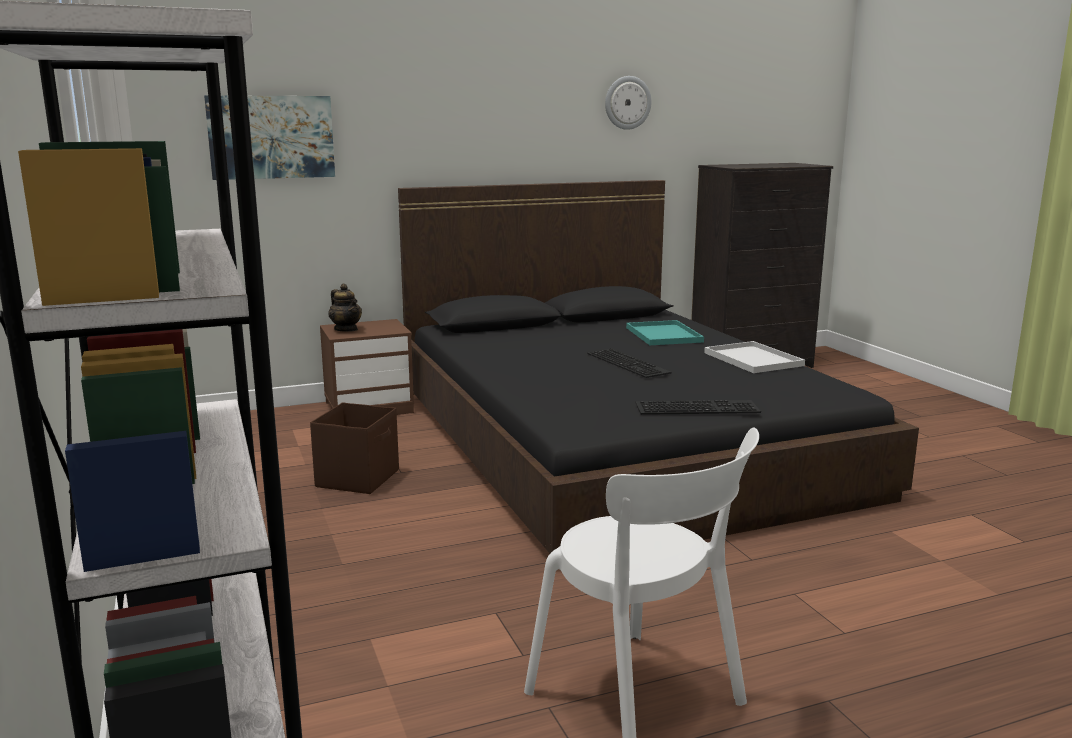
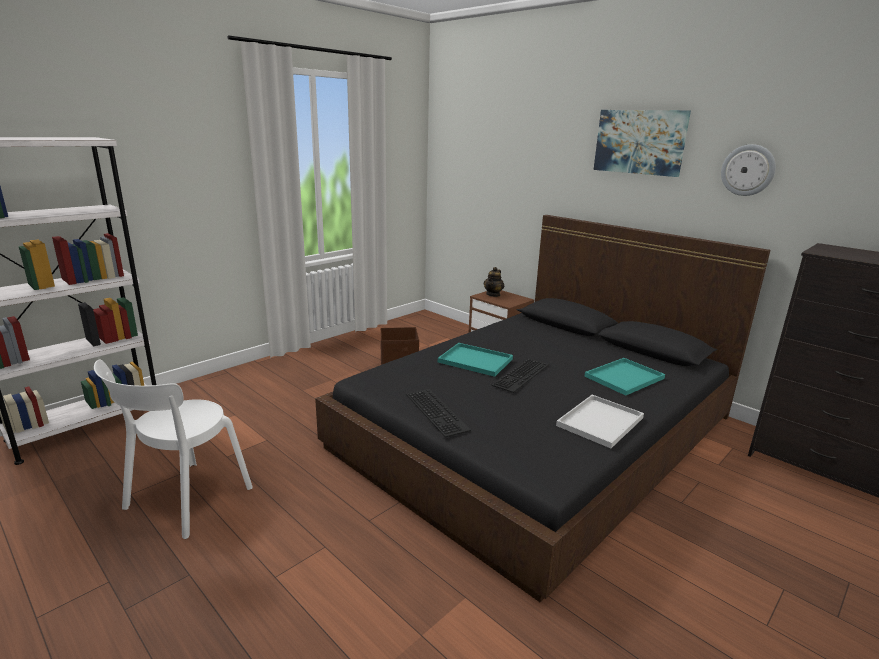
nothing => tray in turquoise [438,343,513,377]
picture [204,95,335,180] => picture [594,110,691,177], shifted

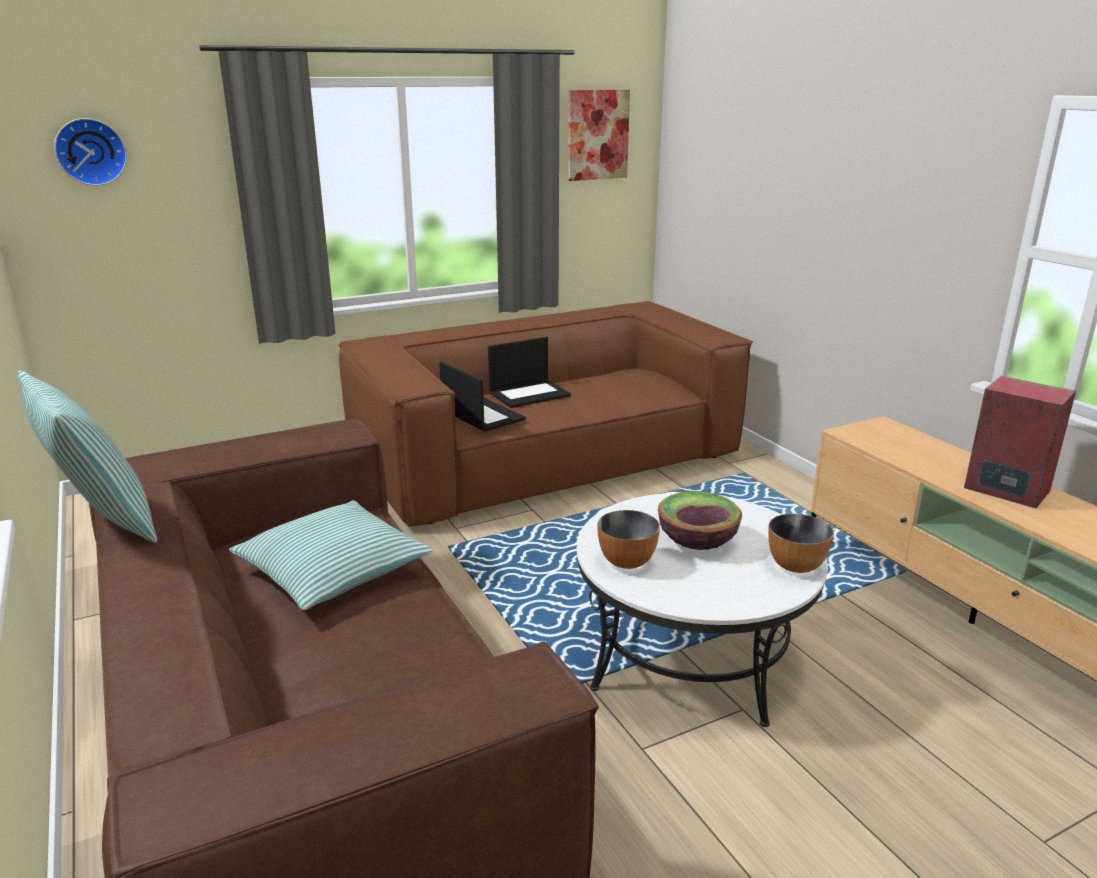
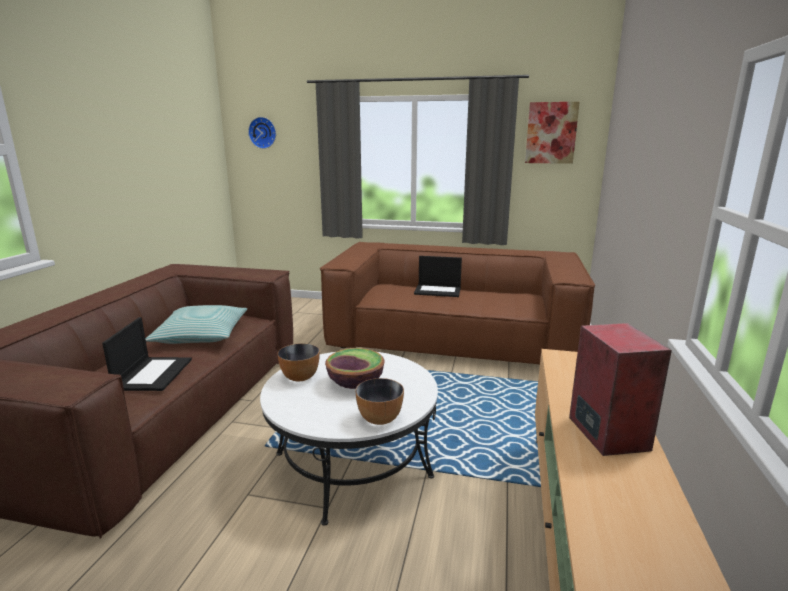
laptop [439,362,526,432] => laptop [102,317,192,391], shifted
pillow [18,370,157,543] => nothing

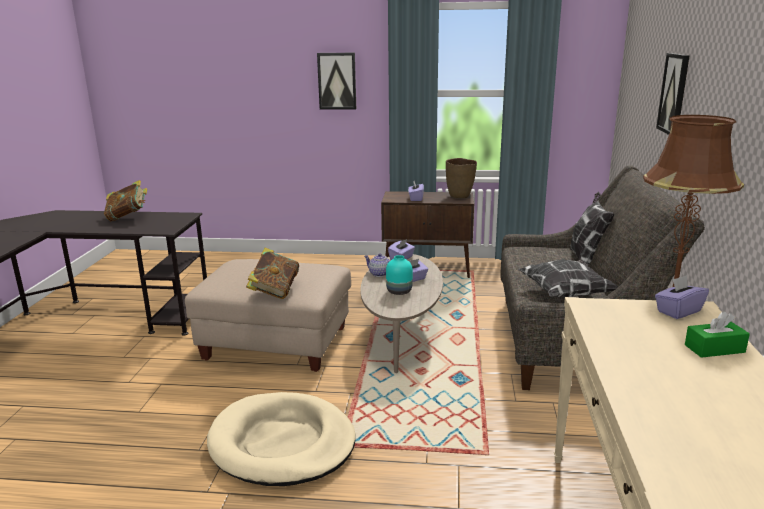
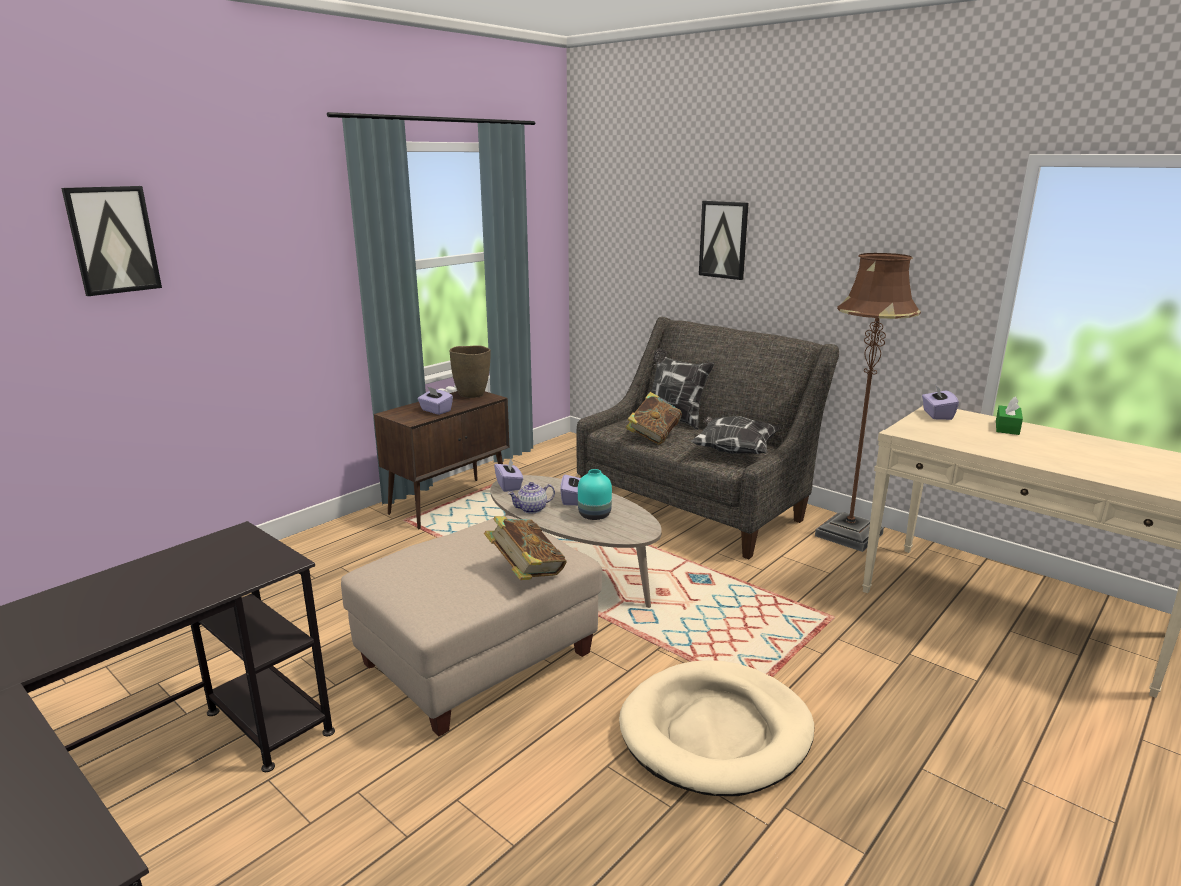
picture [317,53,356,109] => picture [61,186,162,296], shifted
book [104,180,148,221] => book [626,392,682,445], shifted

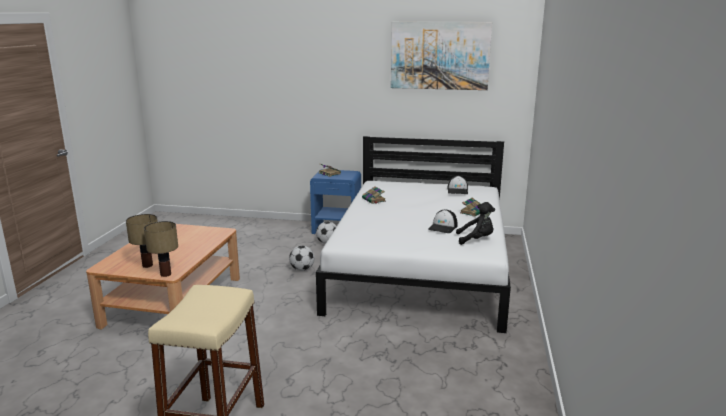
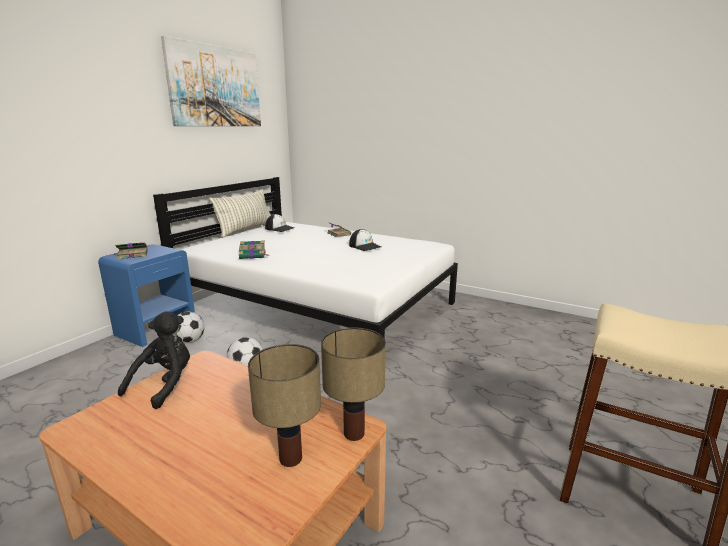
plush toy in black [456,202,495,245] => plush toy in black [118,311,190,409], shifted
nothing => pillow [209,189,271,238]

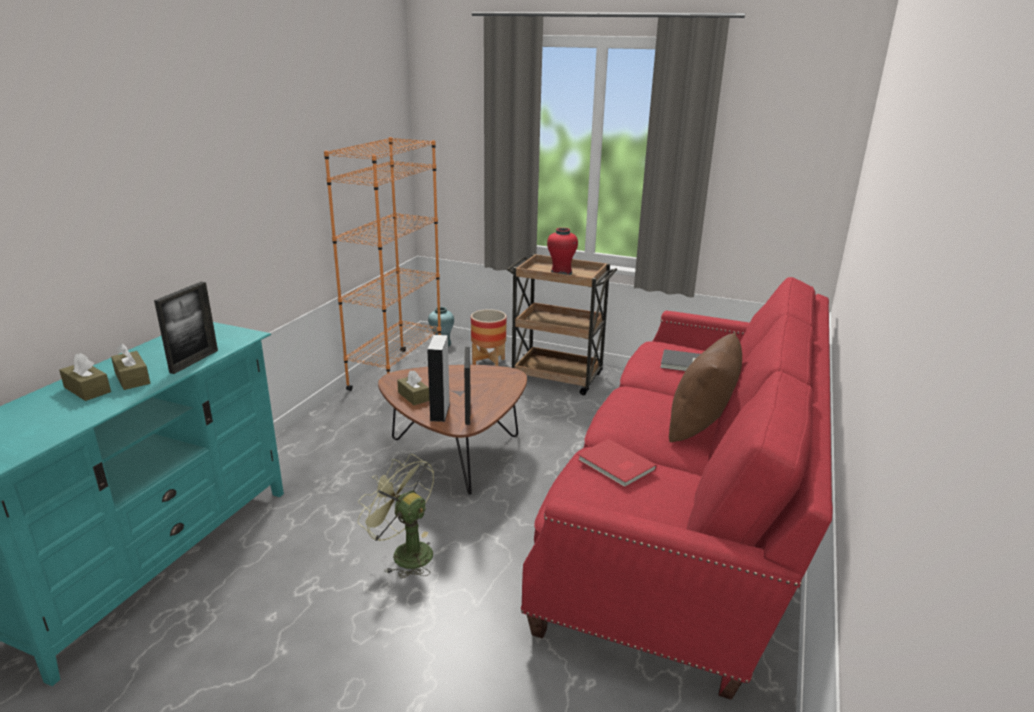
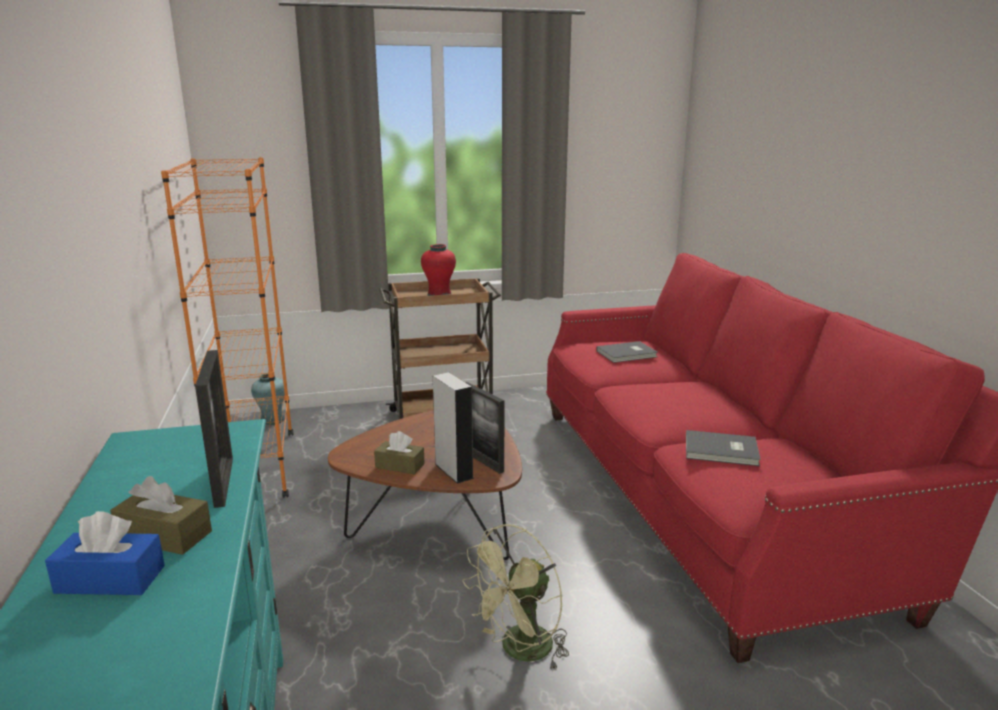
tissue box in brown [59,353,111,401] => tissue box in blue [45,511,165,595]
fan in green [357,454,434,578] => fan in green [462,524,569,671], 45 degrees counterclockwise
book in red [577,439,657,488] => book in grey [686,430,761,466]
planter [471,309,507,366] => nothing
pillow in brown [669,332,742,442] => nothing

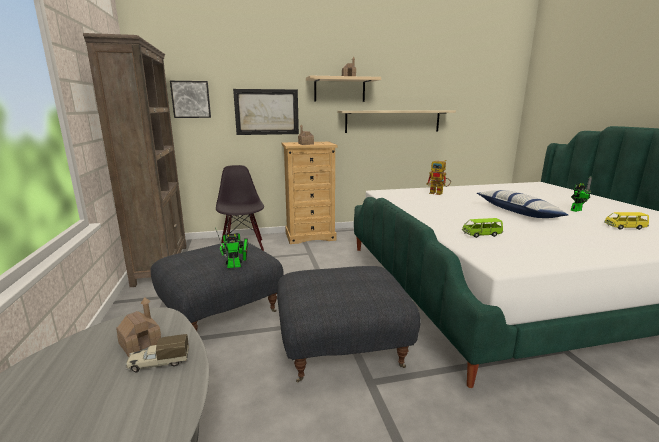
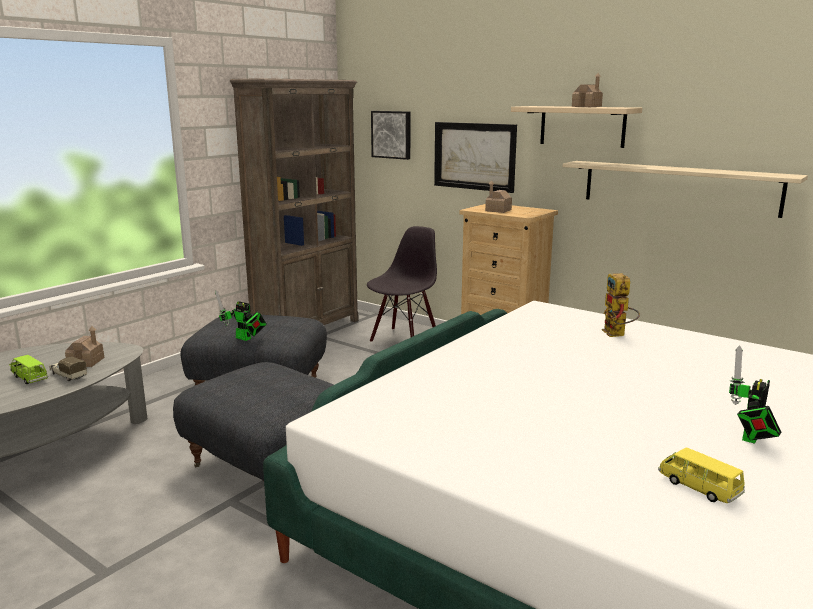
toy car in green [462,218,503,238] => toy car in green [9,355,48,384], shifted
toy robot [570,176,592,212] => toy robot [729,345,782,444], 105 degrees clockwise
pillow [477,190,568,218] => nothing

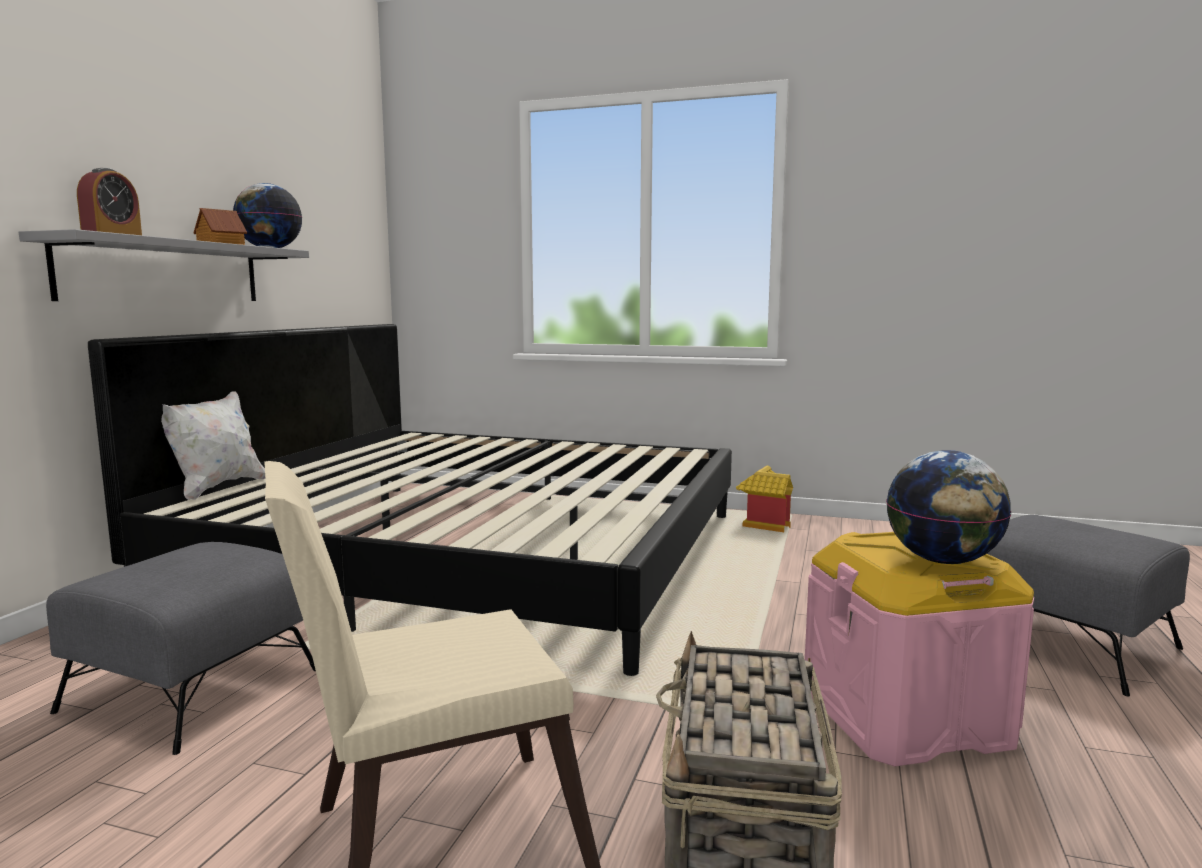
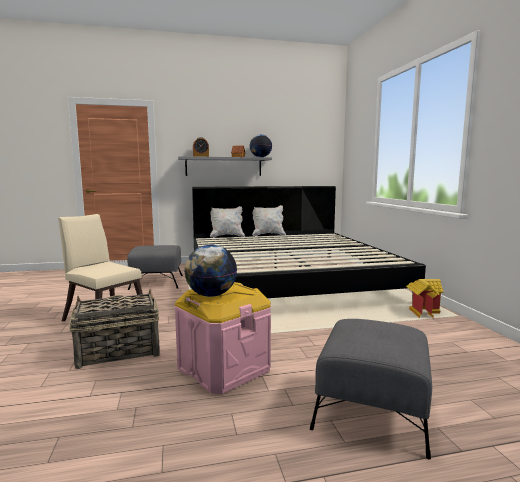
nothing => pillow in white [252,205,286,236]

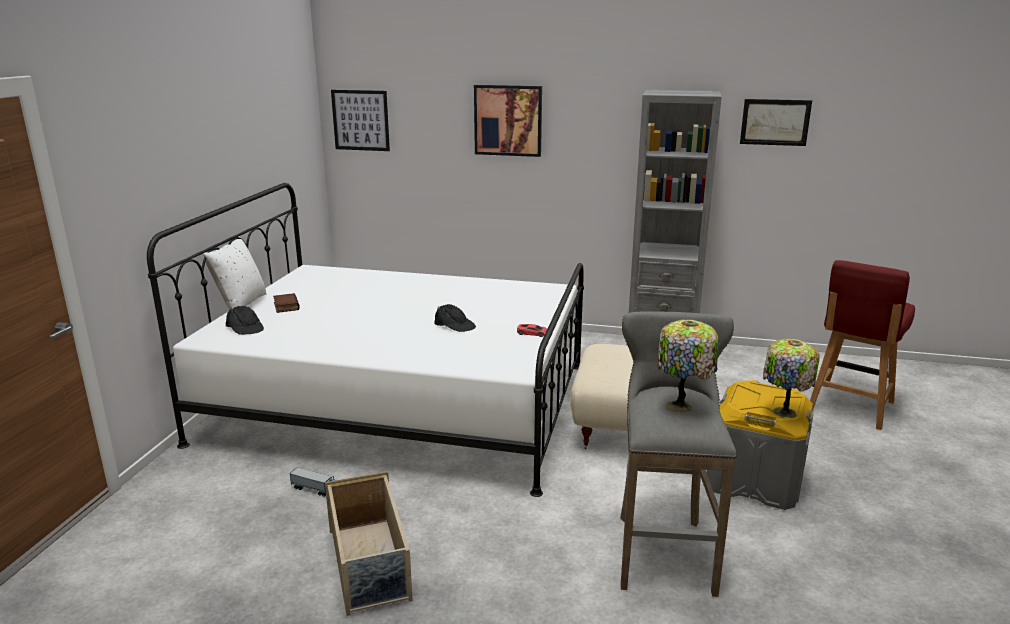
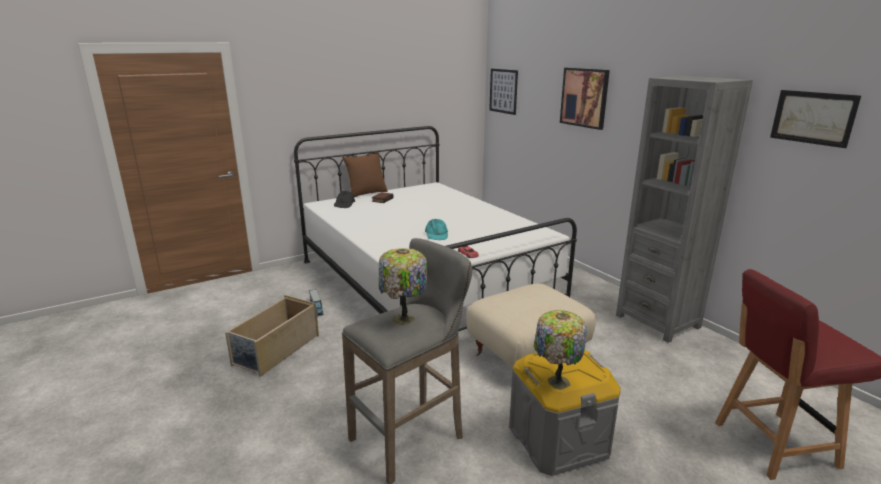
pillow in white [203,236,267,310] => pillow in brown [342,152,388,197]
cap in black [434,304,476,332] => cap in turquoise [425,219,448,240]

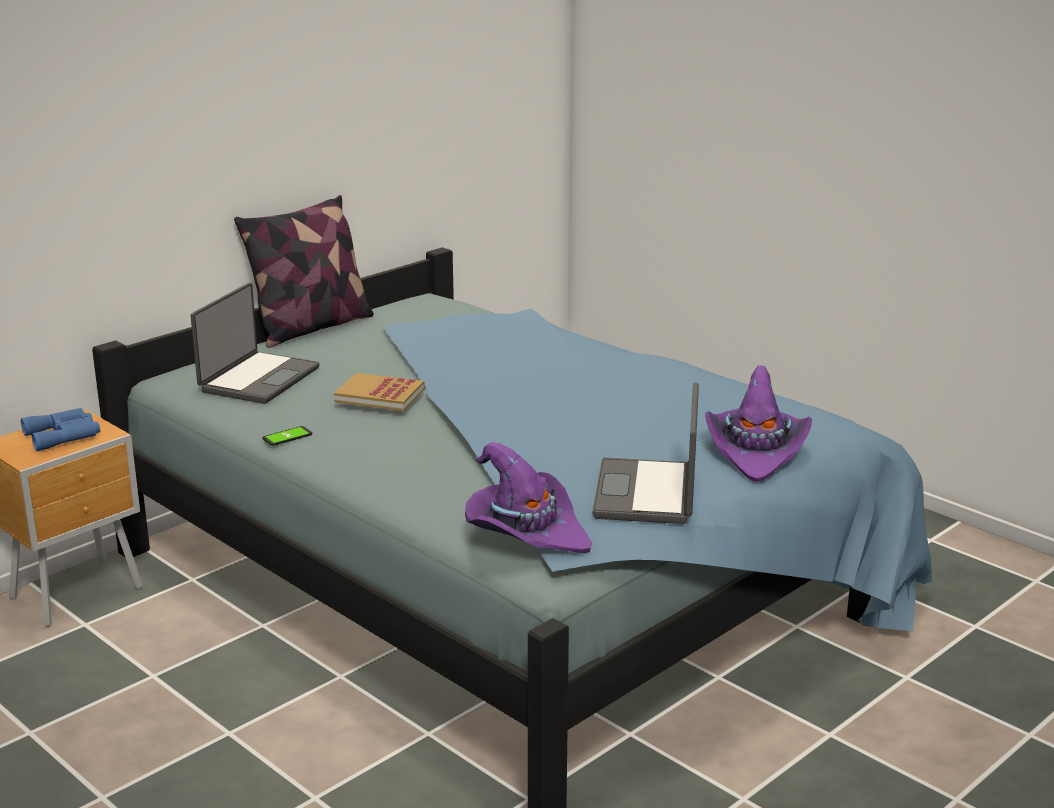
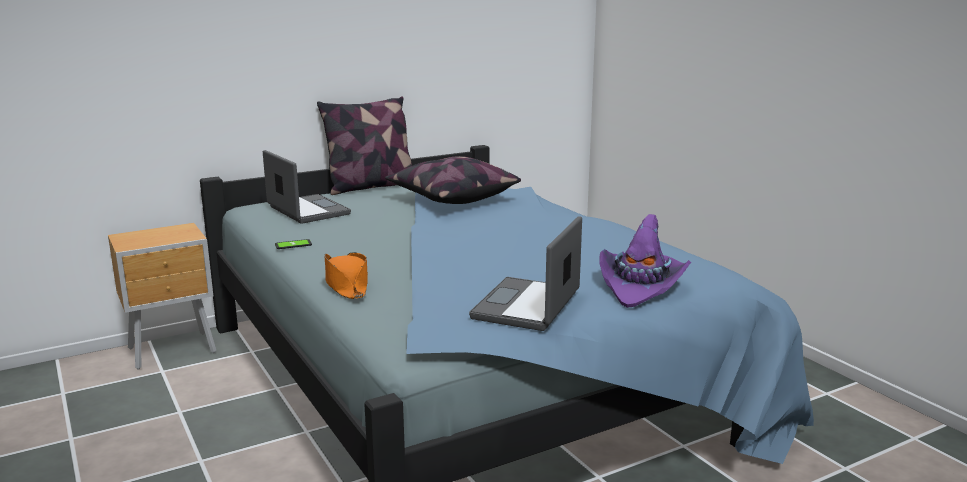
laptop [191,283,320,404] => laptop [263,150,351,224], 75 degrees counterclockwise
nothing => hat in orange [324,252,368,299]
nothing => pillow [385,156,521,204]
binoculars in blue [21,408,100,451] => nothing
book [334,373,425,411] => nothing
hat in purple [465,442,592,553] => nothing

